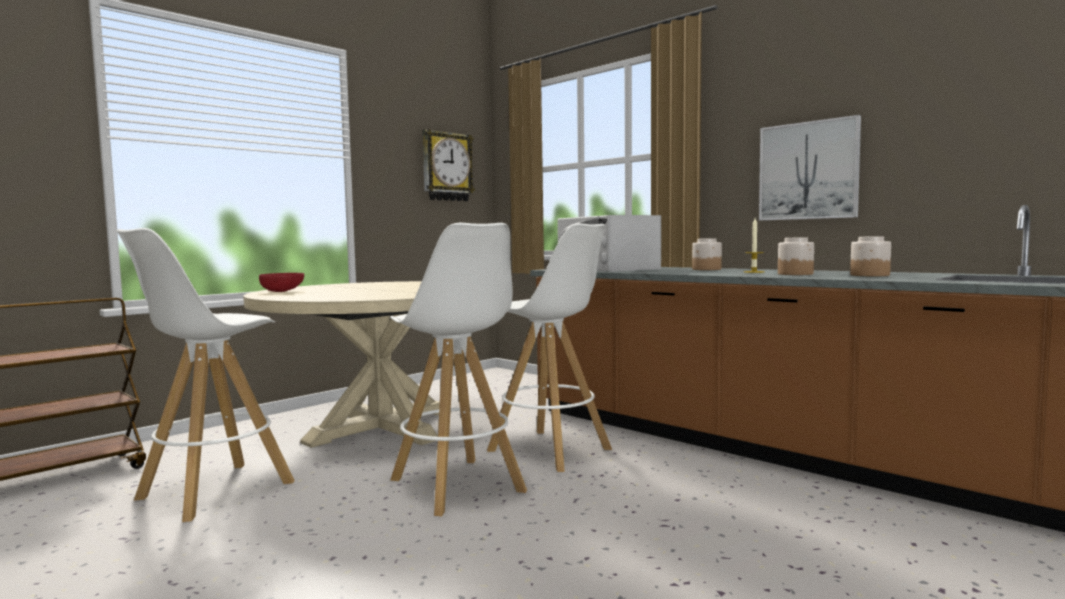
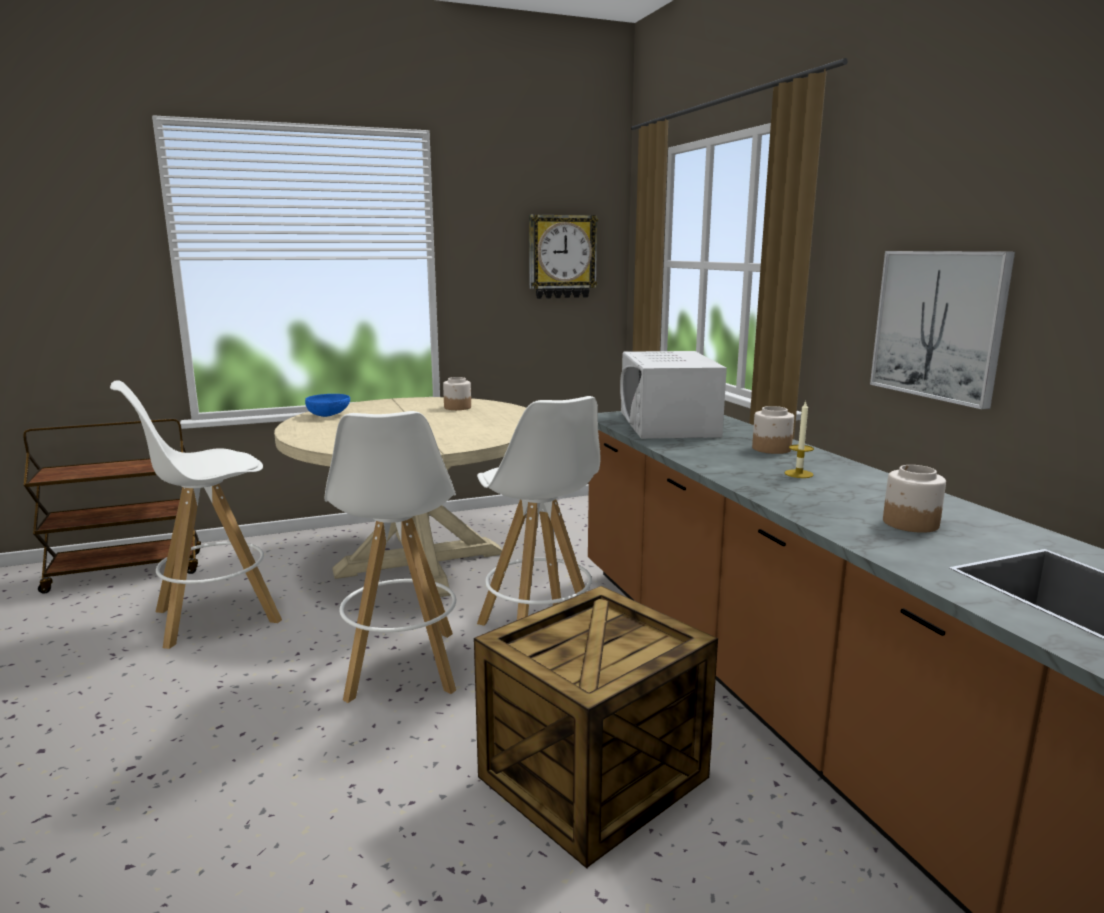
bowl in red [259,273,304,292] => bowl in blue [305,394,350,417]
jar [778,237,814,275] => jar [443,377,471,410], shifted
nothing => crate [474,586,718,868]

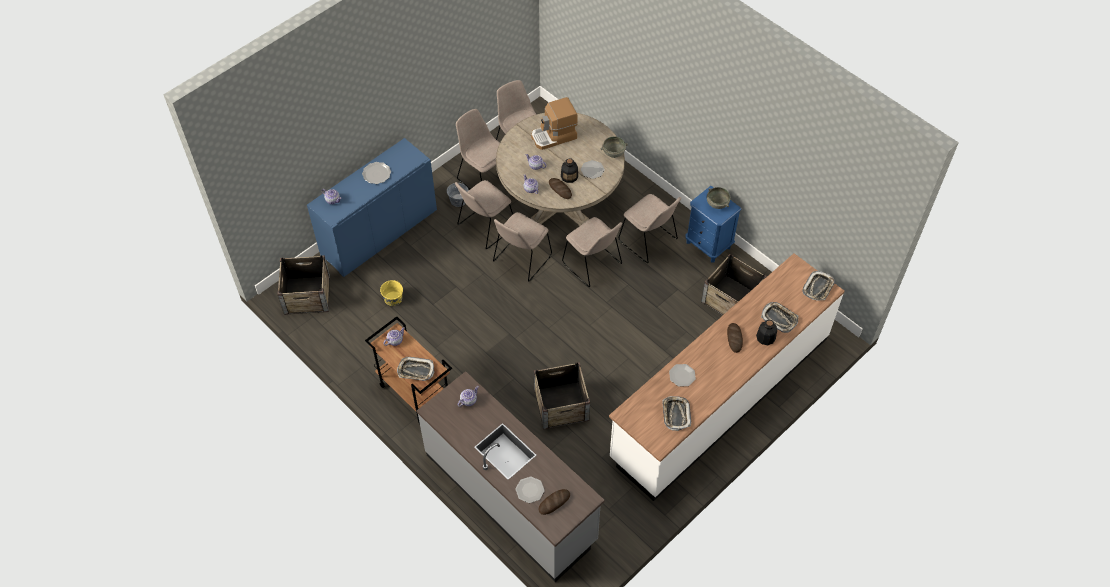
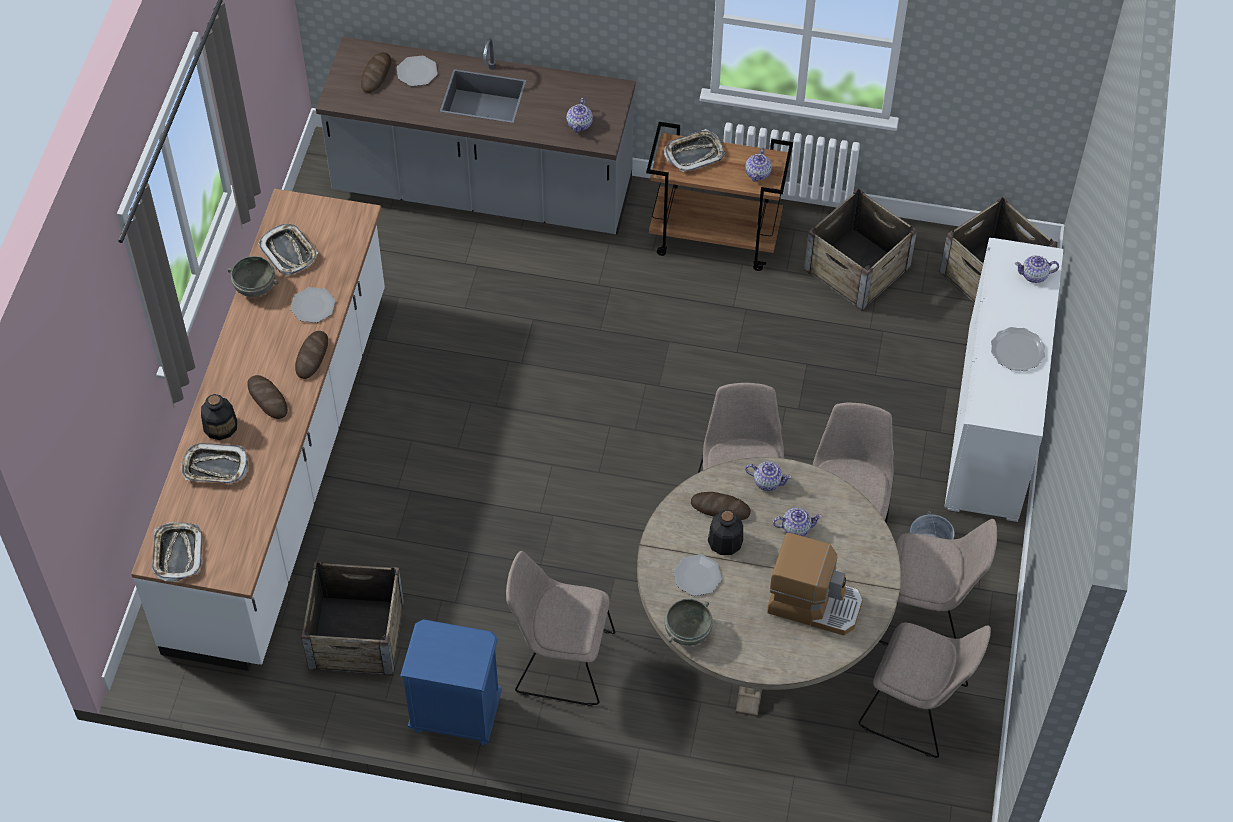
bowl in grey [707,187,731,209] => bowl in grey [228,256,279,297], shifted
nothing => bread [295,331,328,379]
coffee machine [531,97,578,150] => coffee machine [767,533,863,635], 75 degrees clockwise
crate [534,362,590,429] => crate [804,189,917,311], shifted
cabinet in blue [307,138,437,277] => cabinet in white [944,238,1064,522]
bucket in yellow [380,280,403,306] => nothing
chair in beige [562,217,622,287] => nothing

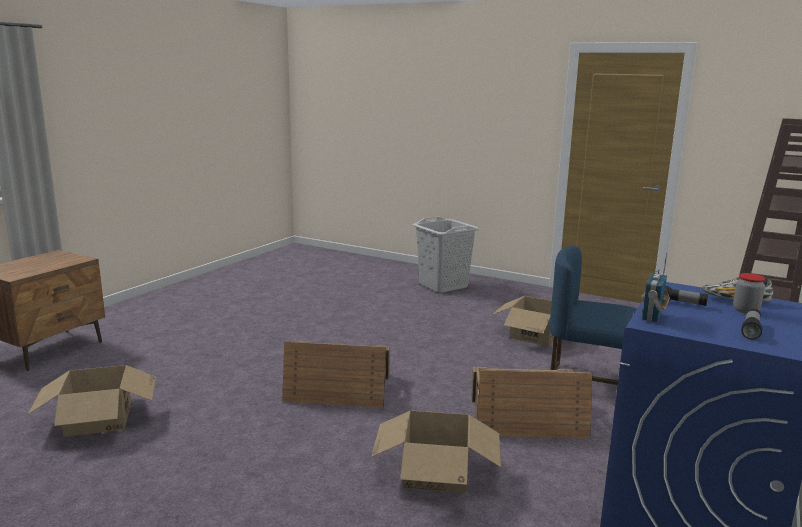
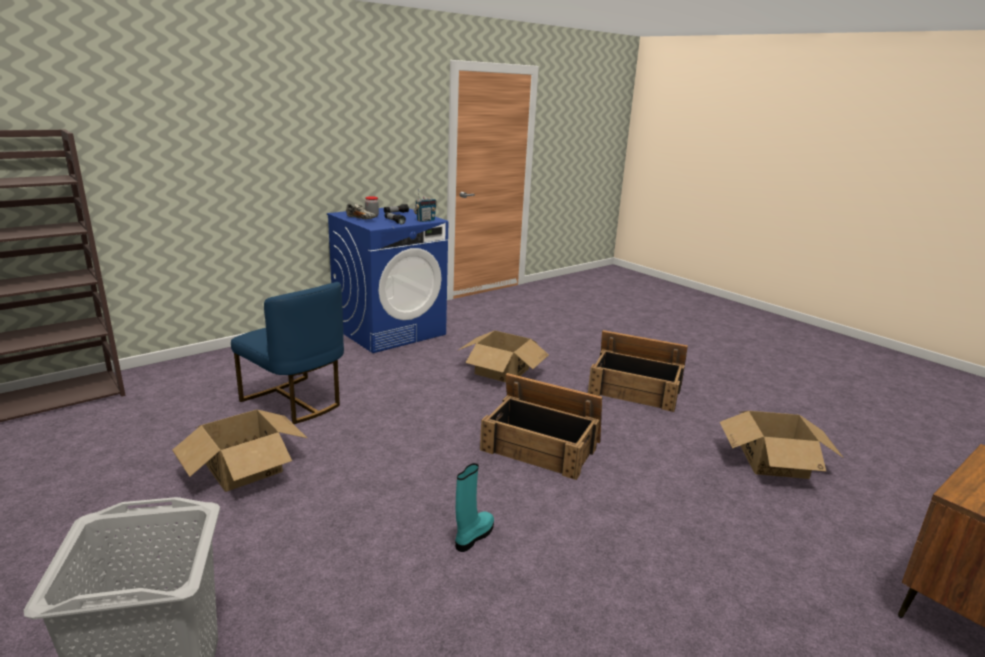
nothing => boot in turquoise [455,463,494,552]
crate [471,367,592,439] => crate [588,330,688,412], shifted

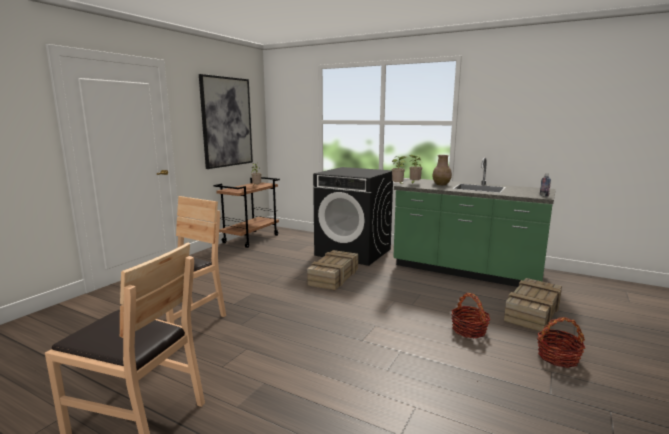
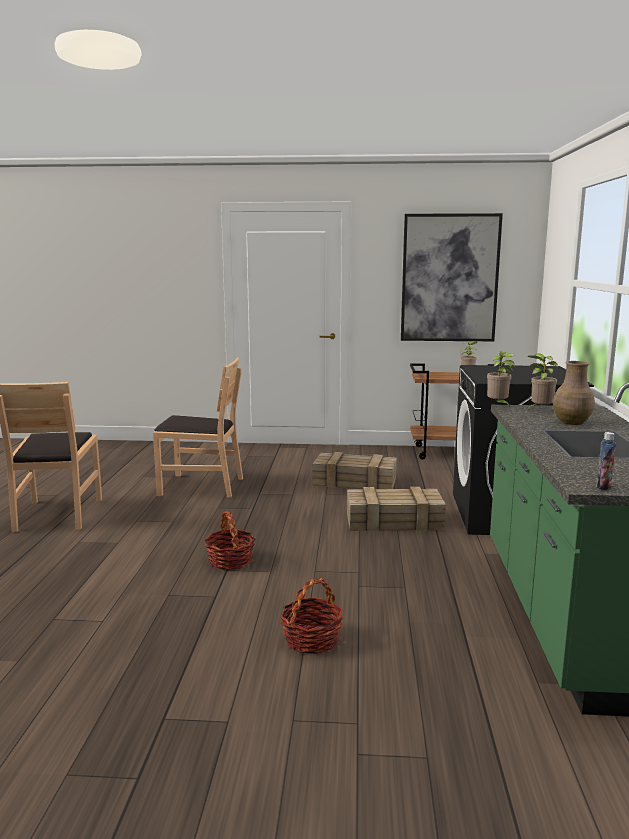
basket [537,317,585,368] => basket [204,511,255,570], shifted
crate [504,278,562,332] => crate [313,452,397,489], shifted

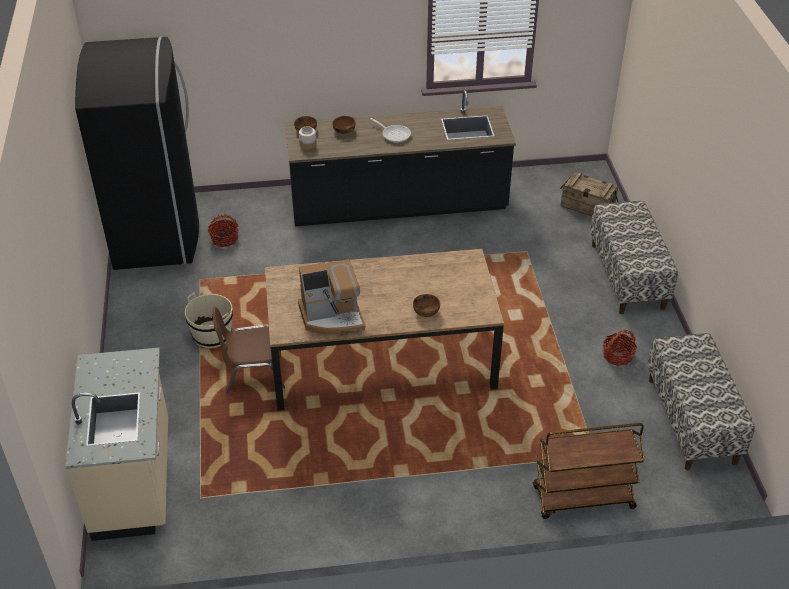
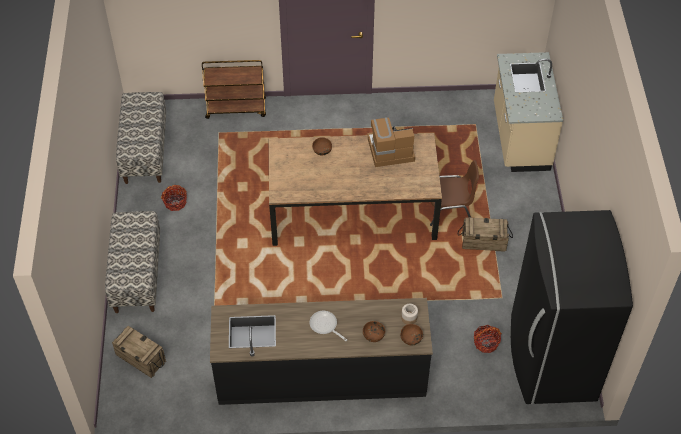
bucket in beige [185,293,233,348] => crate [458,217,513,252]

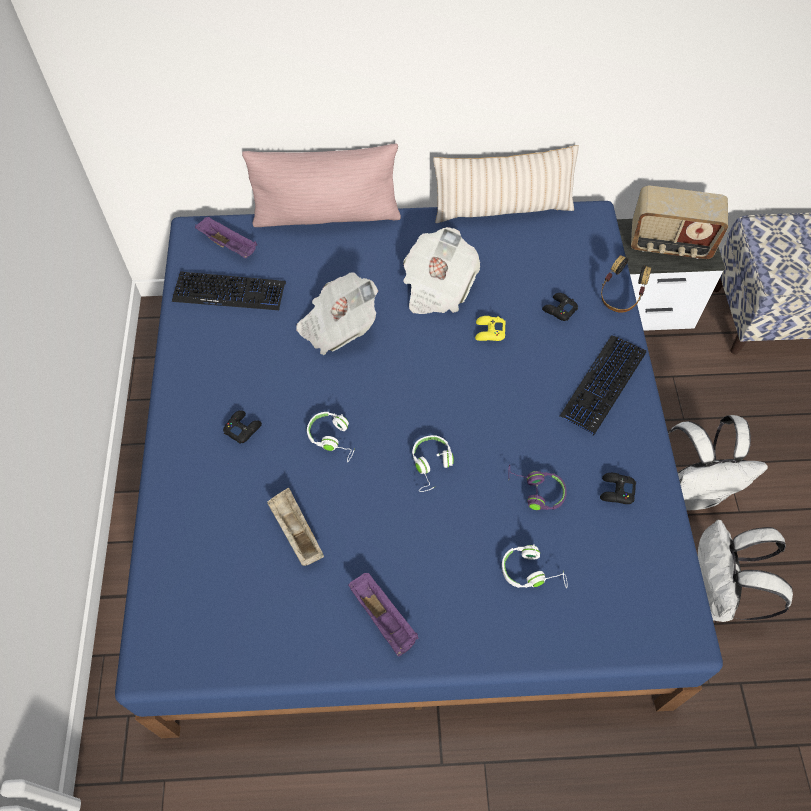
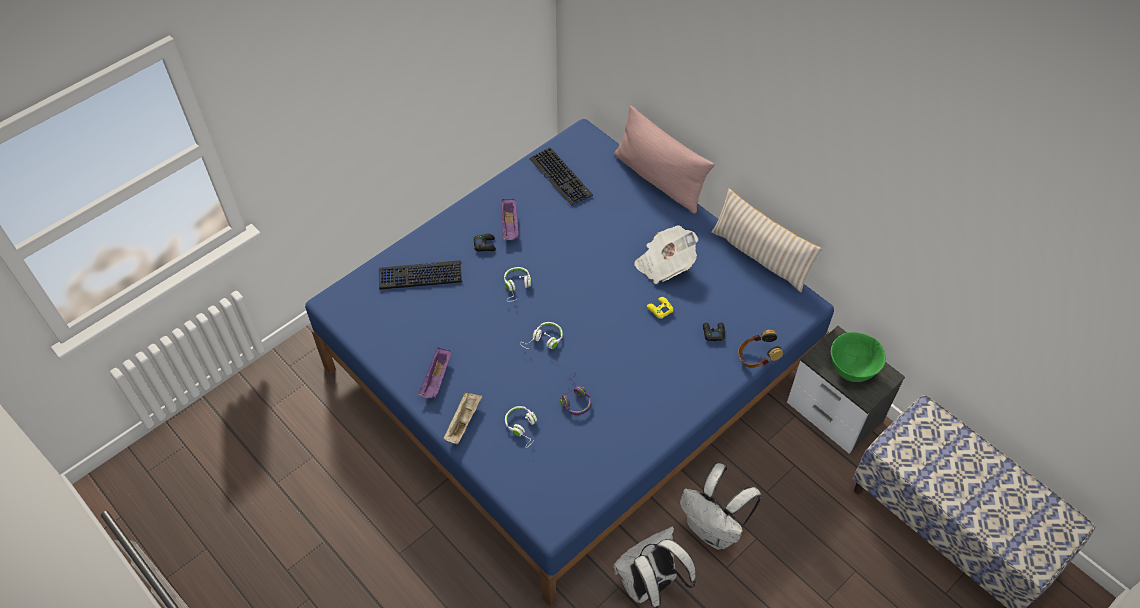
keyboard [560,335,646,435] => keyboard [379,260,462,290], shifted
tray in beige [267,488,324,566] => tray in beige [444,392,482,444], shifted
tray in purple [195,217,257,258] => tray in purple [501,199,519,240], shifted
radio [631,185,728,259] => bowl in green [831,332,886,382]
newspaper [296,272,378,355] => nothing
game controller in black [600,473,636,504] => nothing

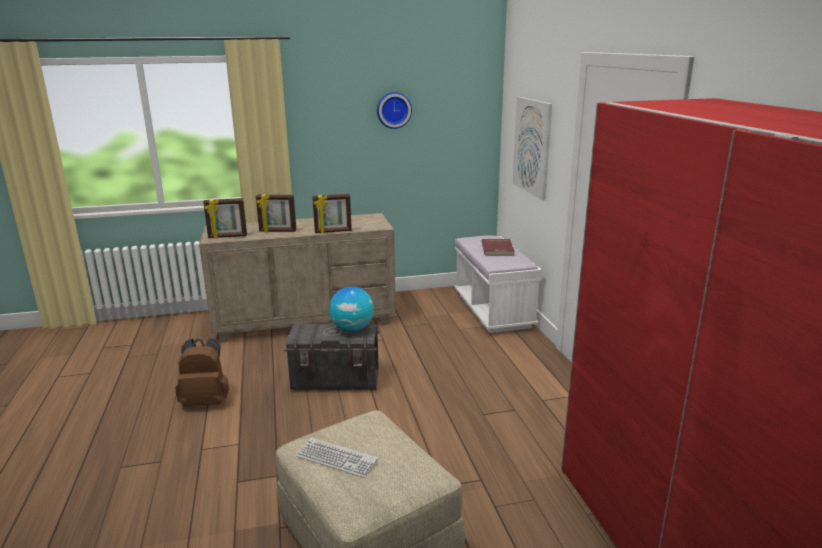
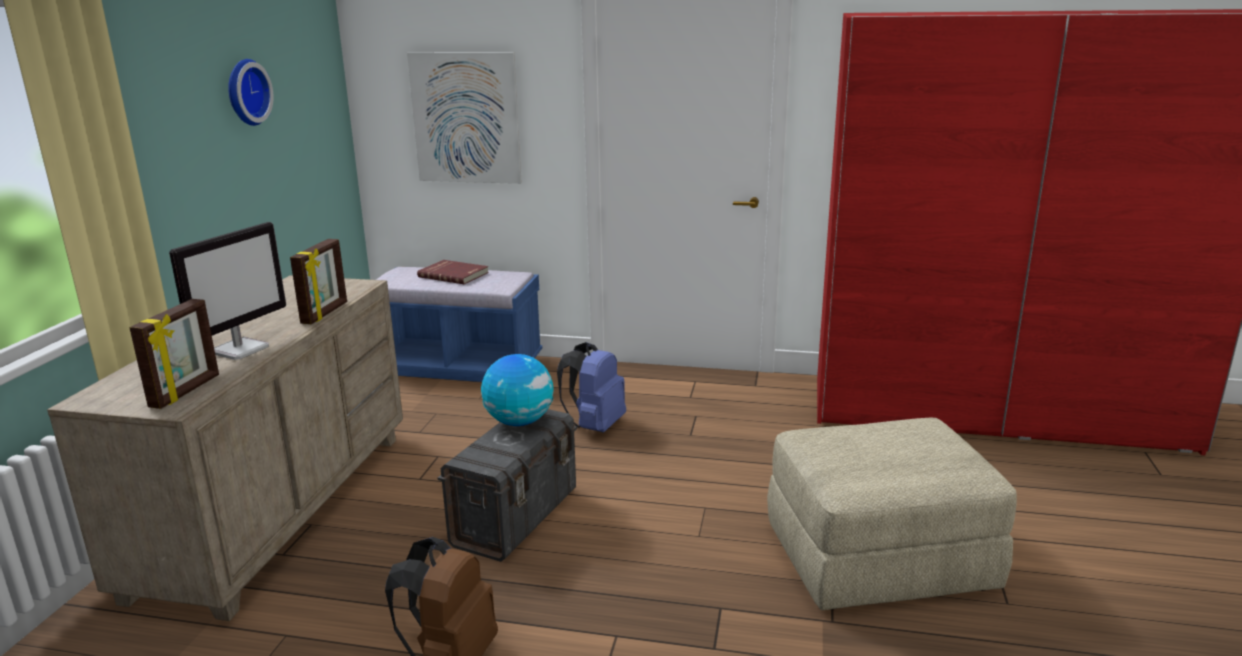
picture frame [256,194,296,232] => monitor [169,222,286,360]
bench in white [454,236,542,333] => bench in blue [376,267,542,382]
nothing => backpack in blue [557,342,626,432]
keyboard [296,438,378,478] => nothing

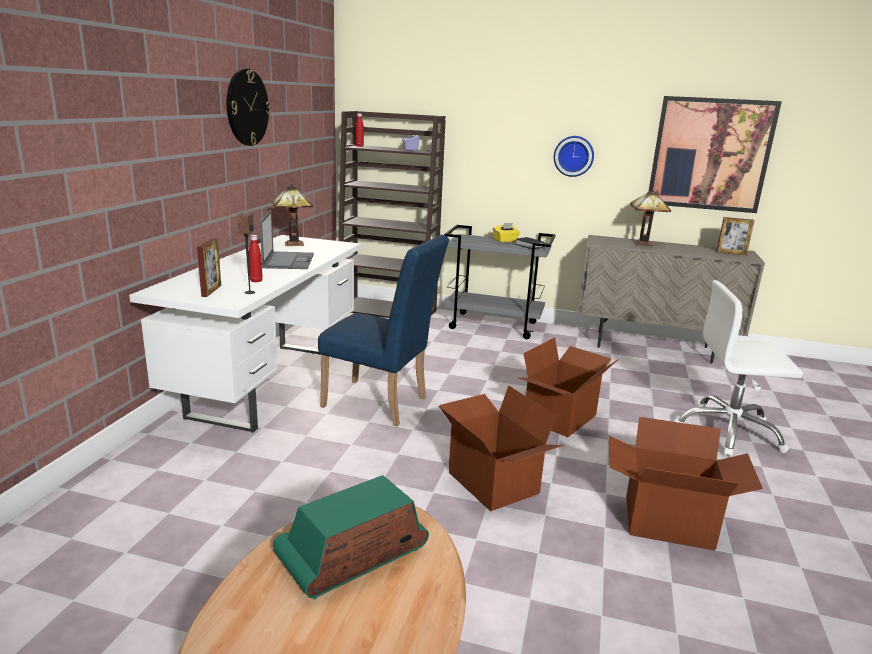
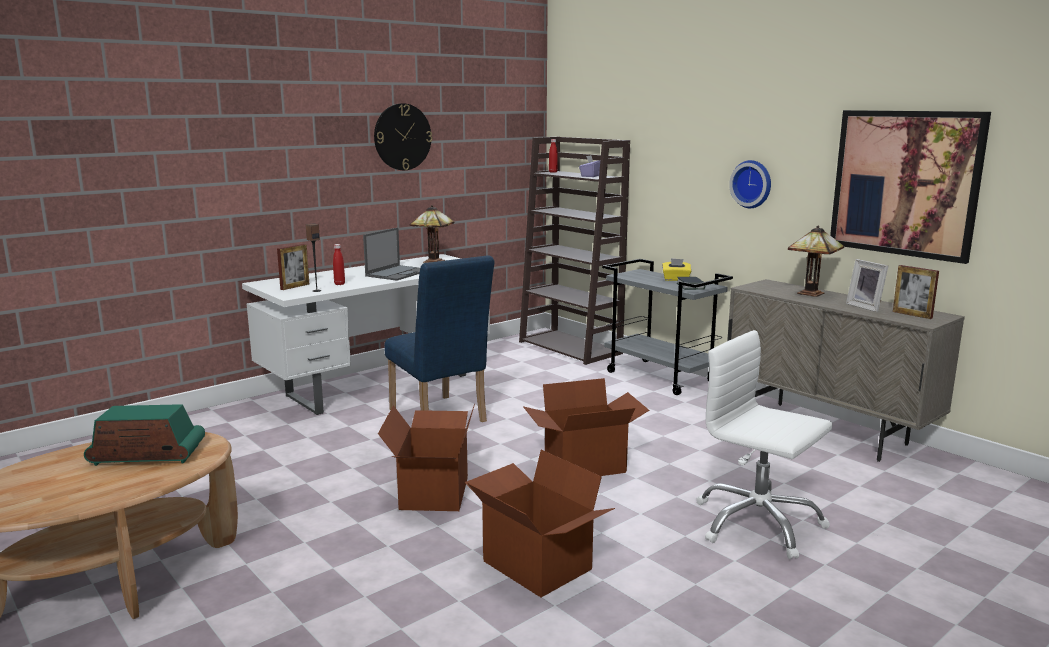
nothing => picture frame [846,259,888,312]

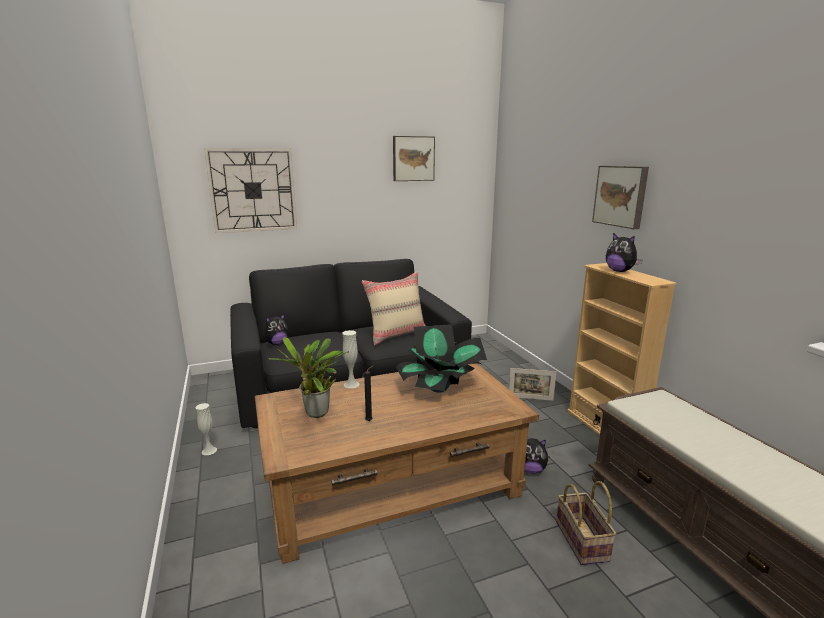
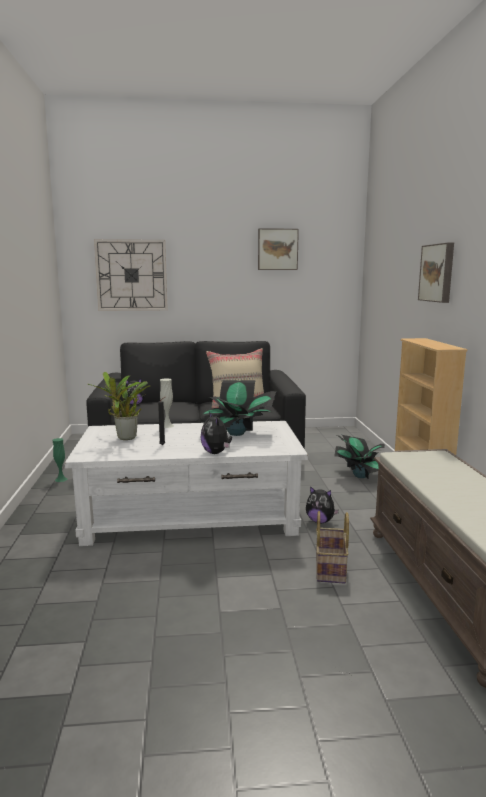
vase in white [195,403,217,455] => vase in green [52,438,67,482]
coffee table in brown [255,363,539,564] => coffee table in white [64,421,308,546]
plush toy [606,233,642,272] => plush toy [200,411,232,454], shifted
picture frame [509,368,557,401] => potted plant [334,435,385,479]

